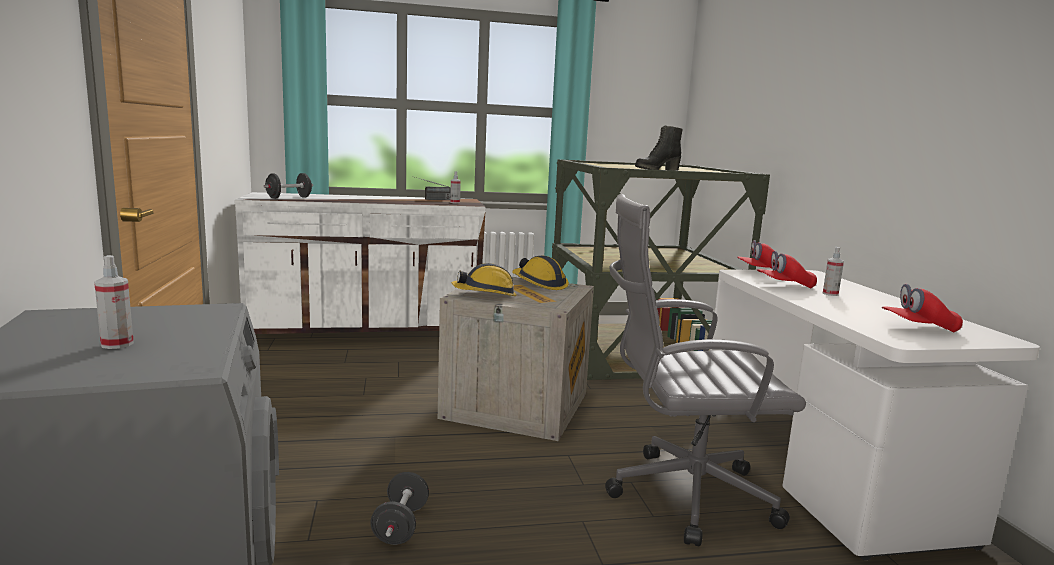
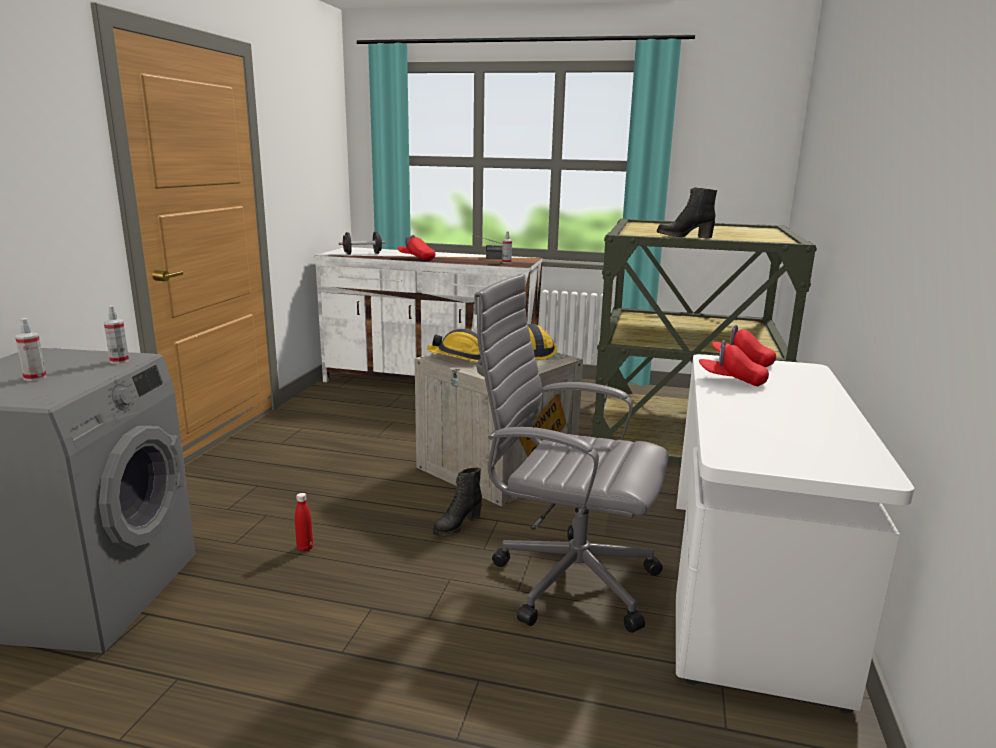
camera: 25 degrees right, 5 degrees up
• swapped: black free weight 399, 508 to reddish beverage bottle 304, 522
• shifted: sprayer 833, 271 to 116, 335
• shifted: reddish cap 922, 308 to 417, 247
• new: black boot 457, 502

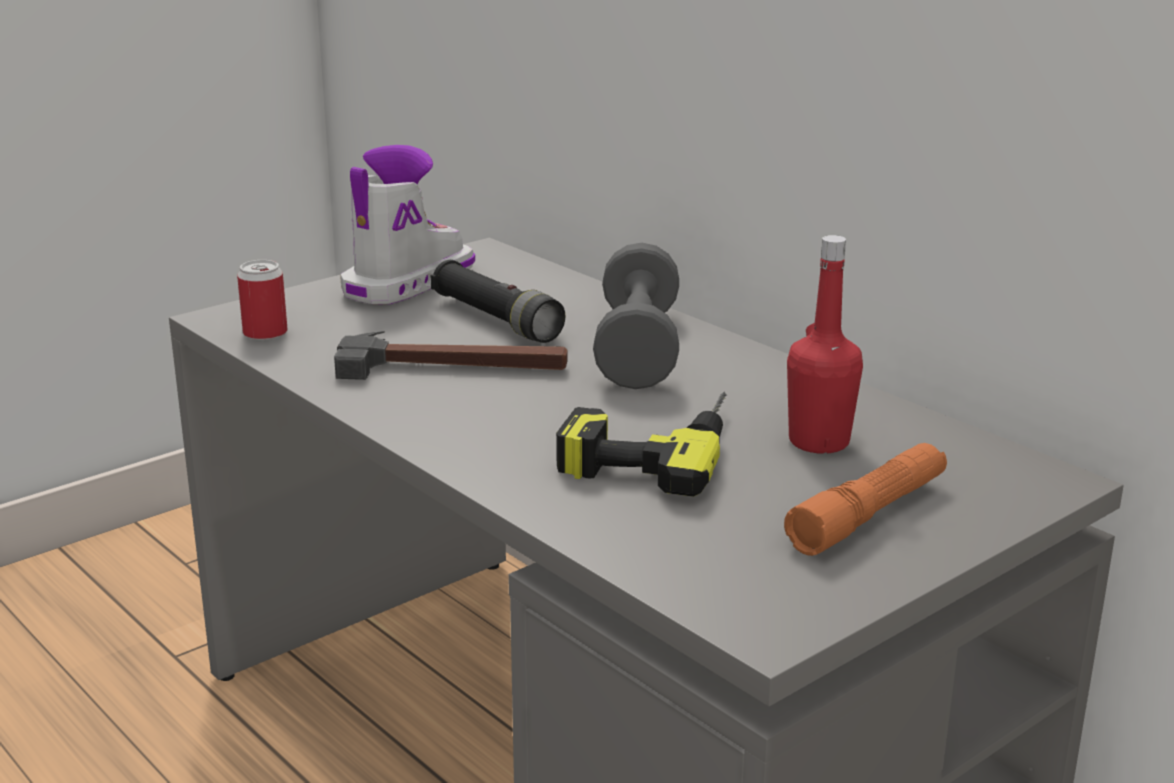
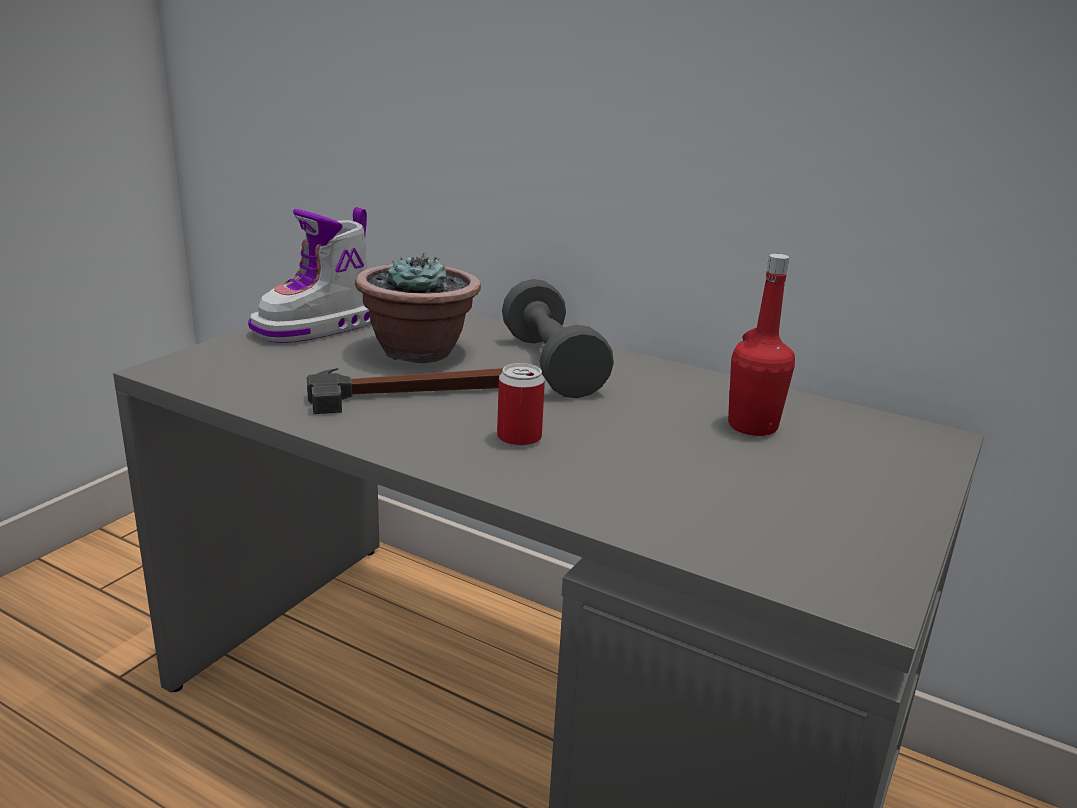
camera: 20 degrees left, 0 degrees up
• shifted: can 262, 300 to 521, 404
• rotated: boot 407, 225 = 309, 275 150 degrees counterclockwise
• swapped: black flashlight 497, 301 to potted plant 418, 307
• gone: electric drill 641, 444
• gone: orange flashlight 865, 499

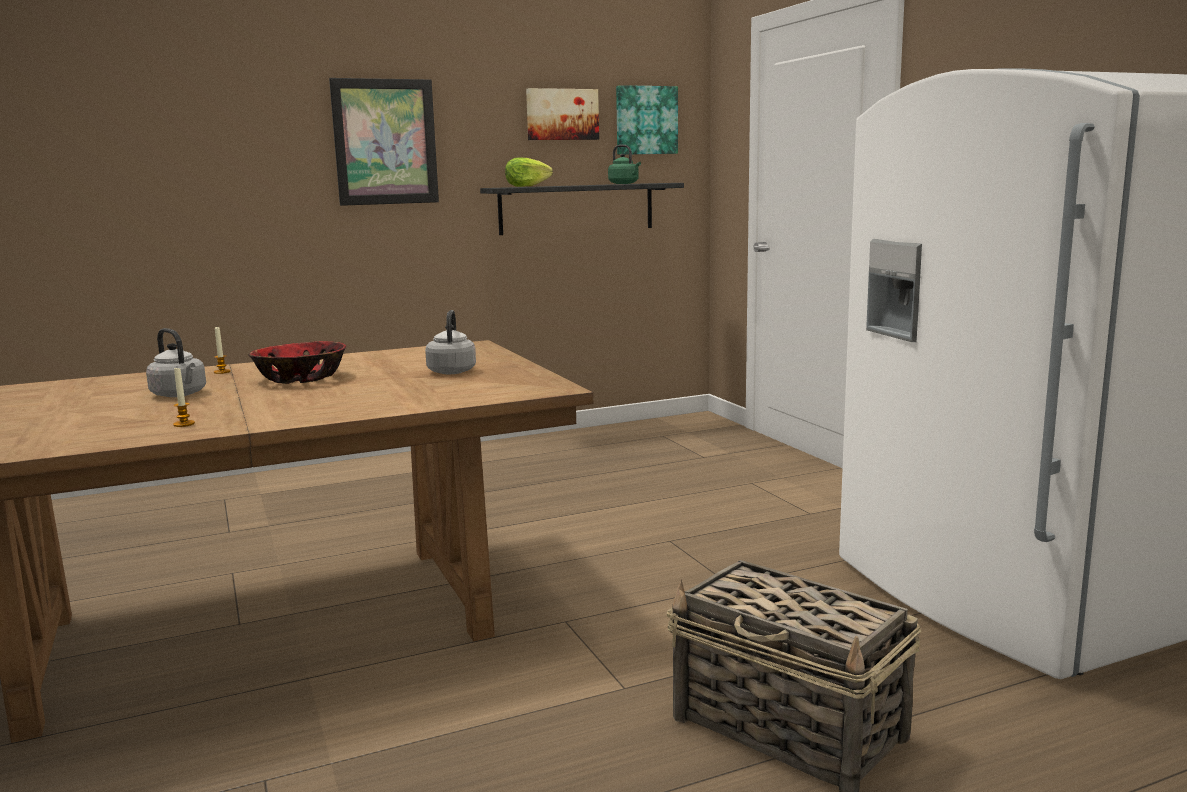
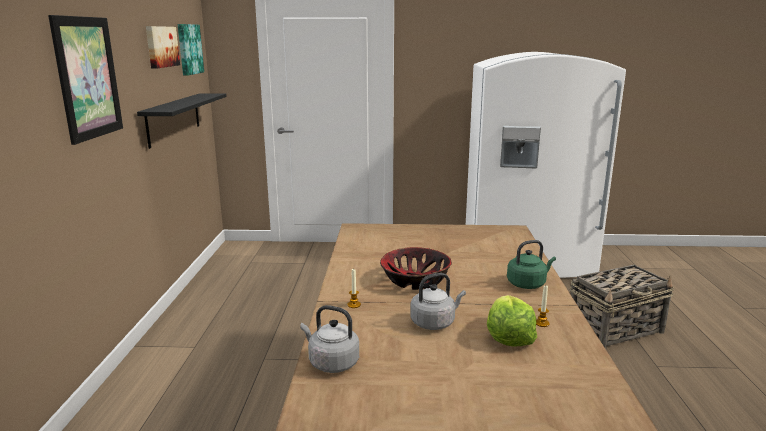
camera: 65 degrees left, 5 degrees up
• shifted: grey kettle 450, 342 to 329, 339
• shifted: head of lettuce 529, 172 to 512, 320
• shifted: greenish kettle 624, 164 to 531, 264

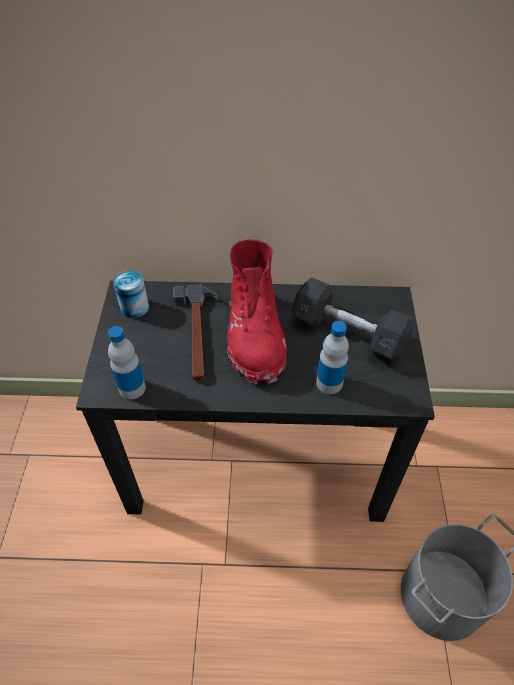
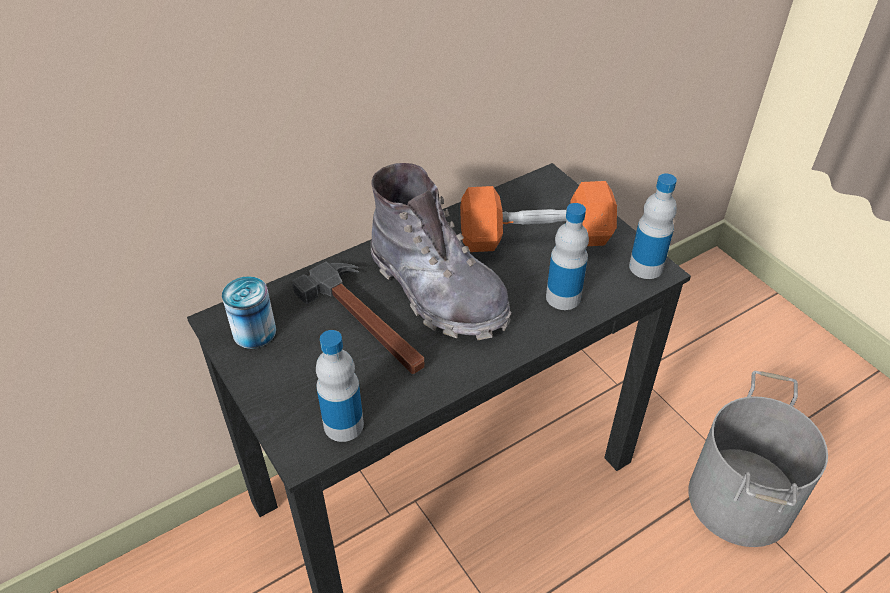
camera: 35 degrees left, 5 degrees down
• repainted: reddish boot 257, 311 to grey boot 441, 251
• repainted: grey free weight 352, 320 to orange free weight 538, 216
• new: beverage bottle 653, 226

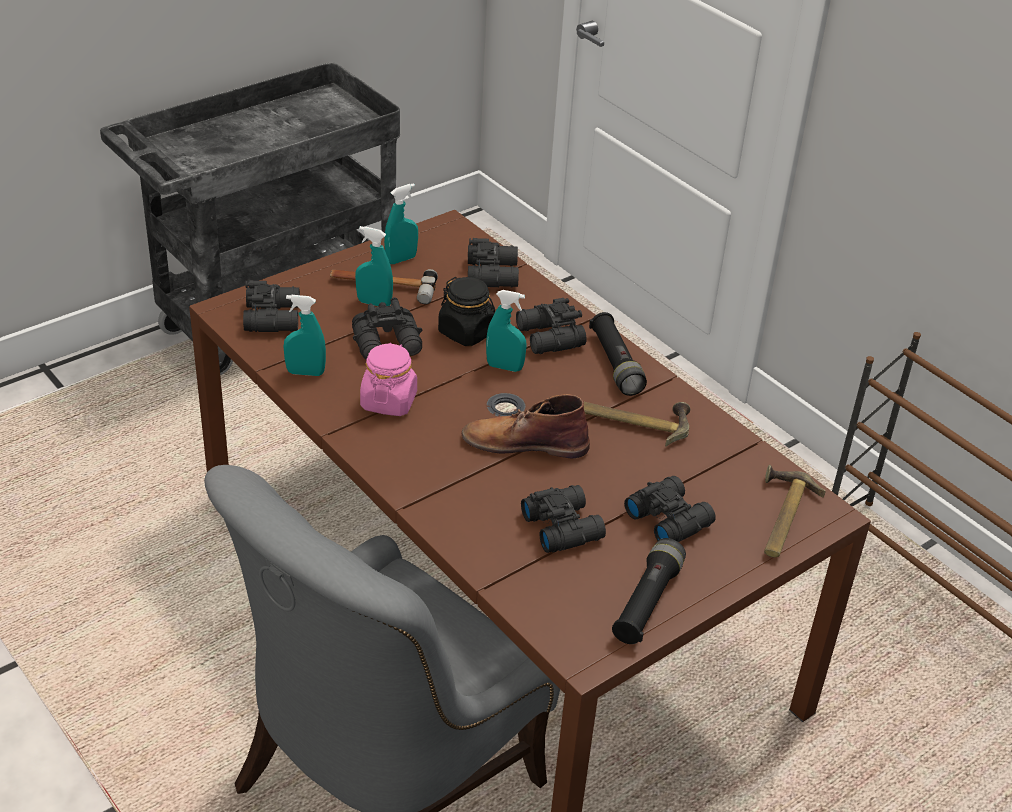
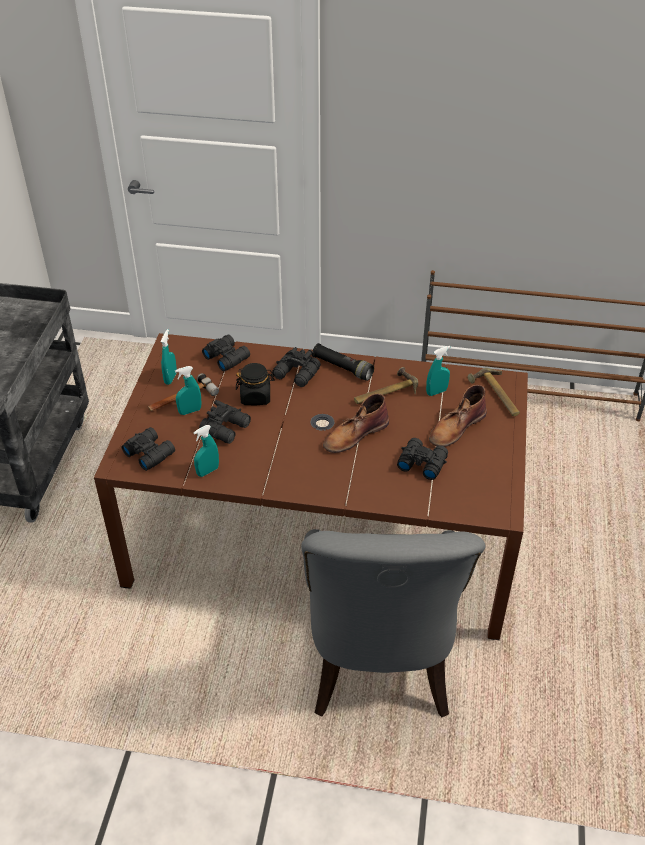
camera: 40 degrees left, 5 degrees up
• gone: pinkish jar 388, 379
• shifted: turquoise-coloured sprayer 506, 331 to 438, 371
• gone: black flashlight 649, 591
• swapped: black binoculars 670, 509 to brown boot 458, 416

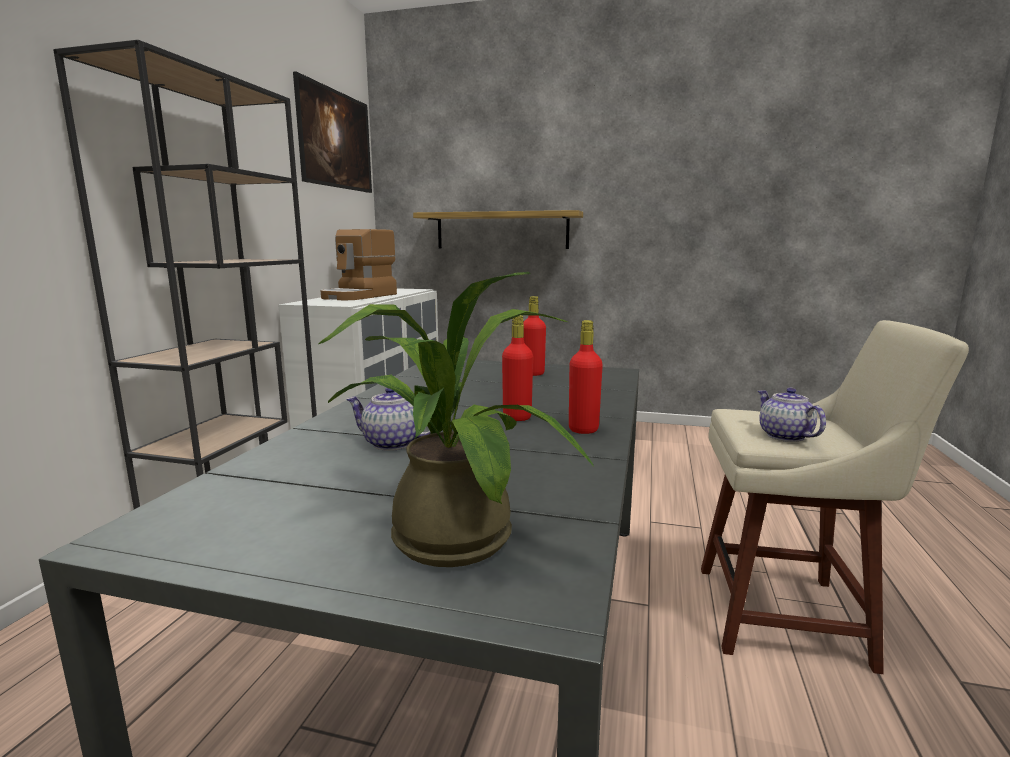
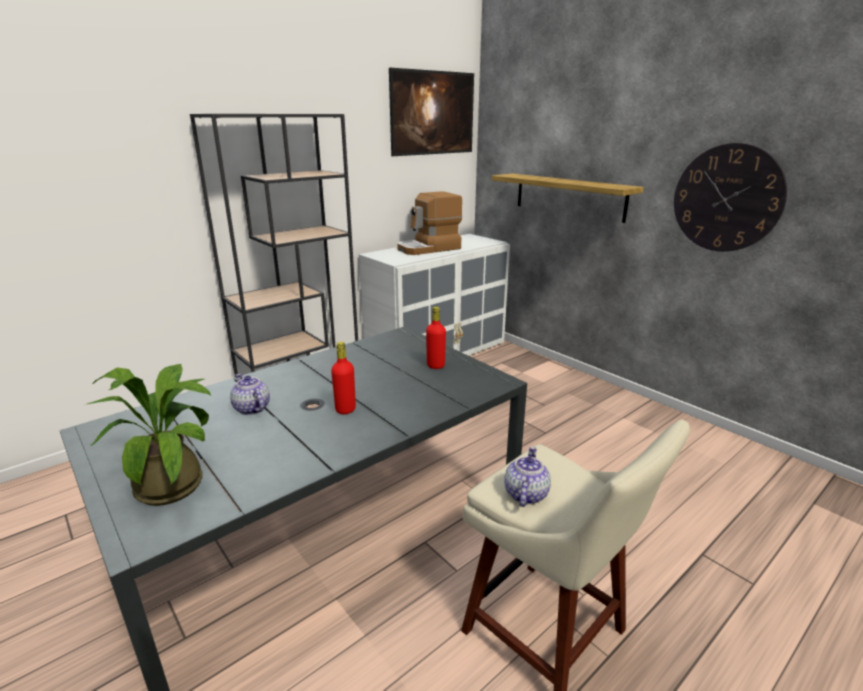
camera: 35 degrees right, 10 degrees up
• gone: reddish beverage bottle 586, 377
• new: hanging clock 730, 197

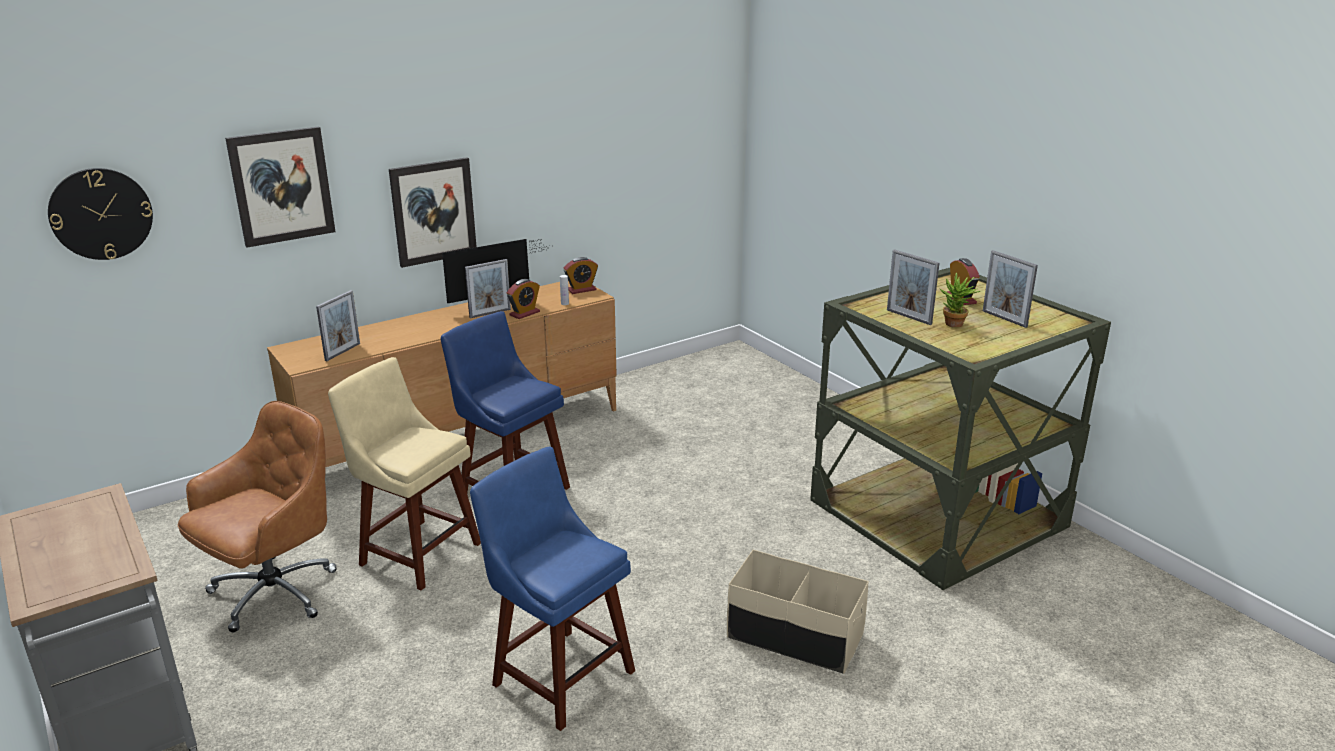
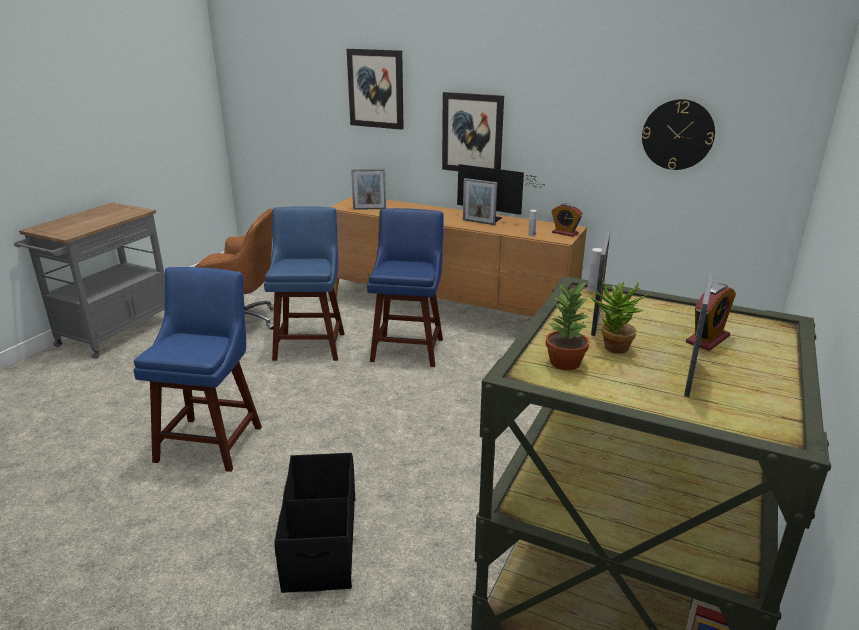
camera: 60 degrees right, 0 degrees up
• shifted: hanging clock 100, 214 to 678, 134
• repainted: beige-coloured chair 404, 473 to blue chair 304, 283
• gone: table clock 523, 299
• repainted: beige-coloured storage container 798, 612 to black storage container 315, 523
• new: potted plant 567, 325
• new: white-coloured beverage bottle 594, 270

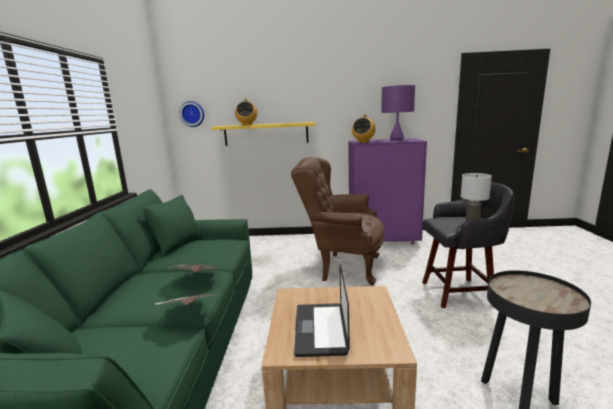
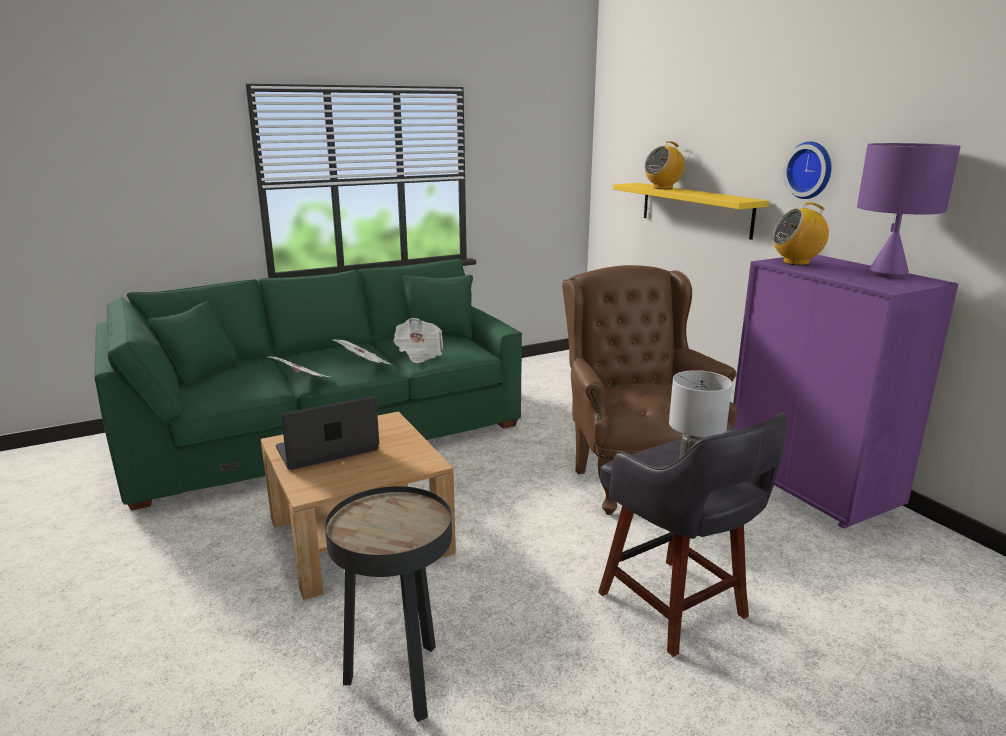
camera: 60 degrees right, 5 degrees up
• shifted: hanging clock 191, 114 to 807, 170
• new: newspaper 418, 340

